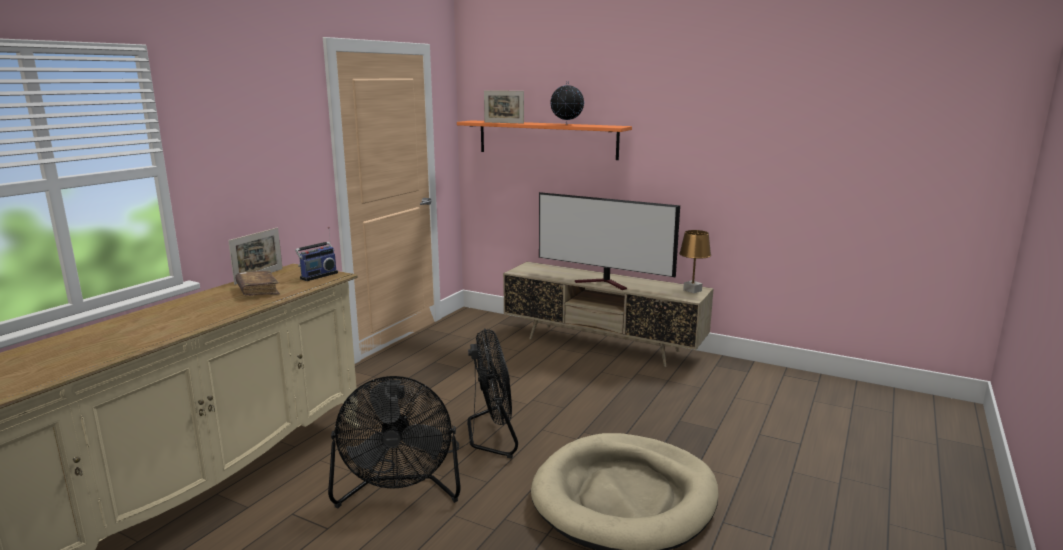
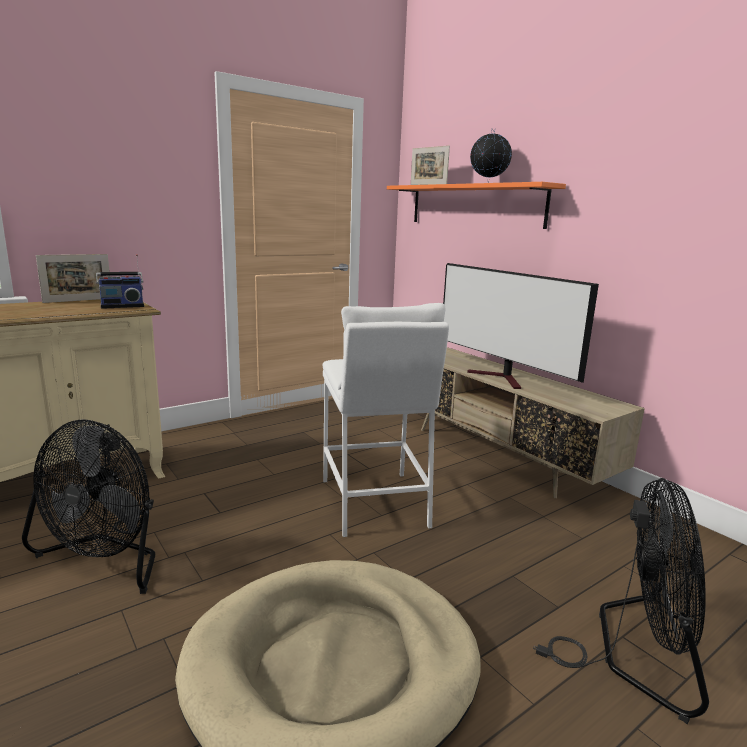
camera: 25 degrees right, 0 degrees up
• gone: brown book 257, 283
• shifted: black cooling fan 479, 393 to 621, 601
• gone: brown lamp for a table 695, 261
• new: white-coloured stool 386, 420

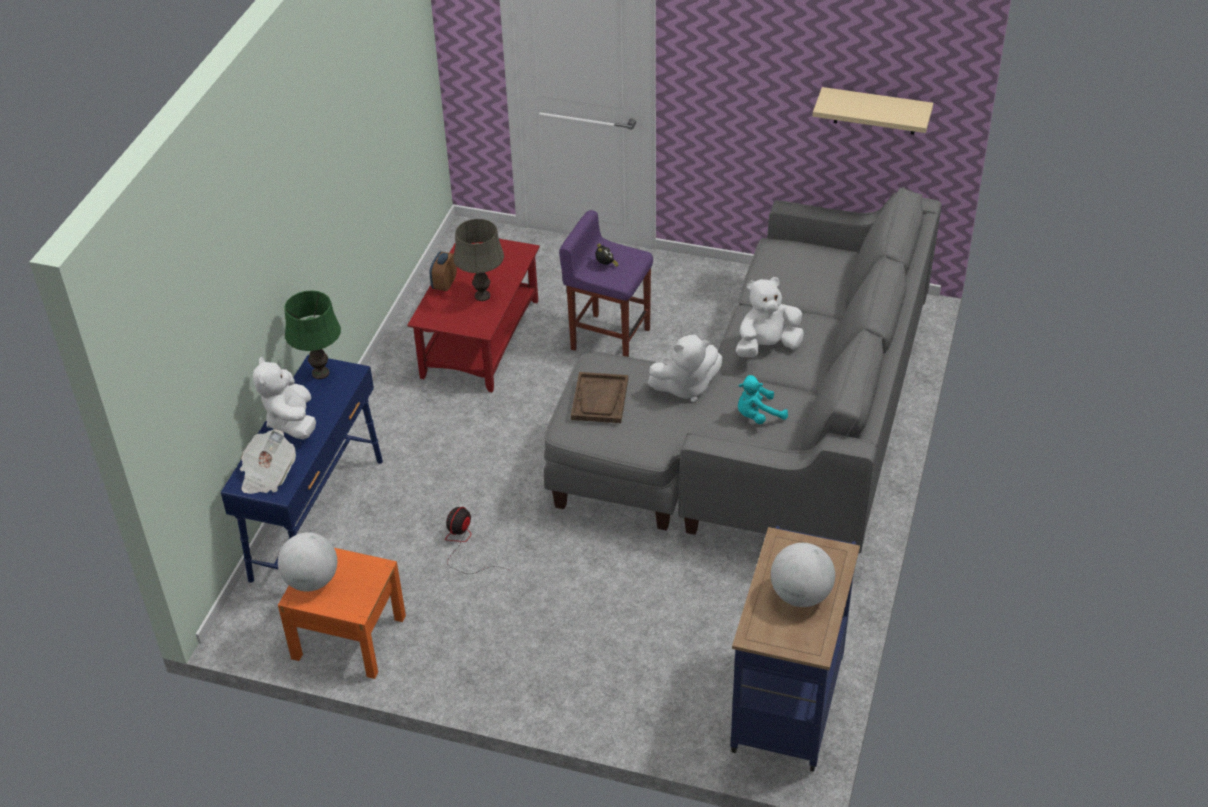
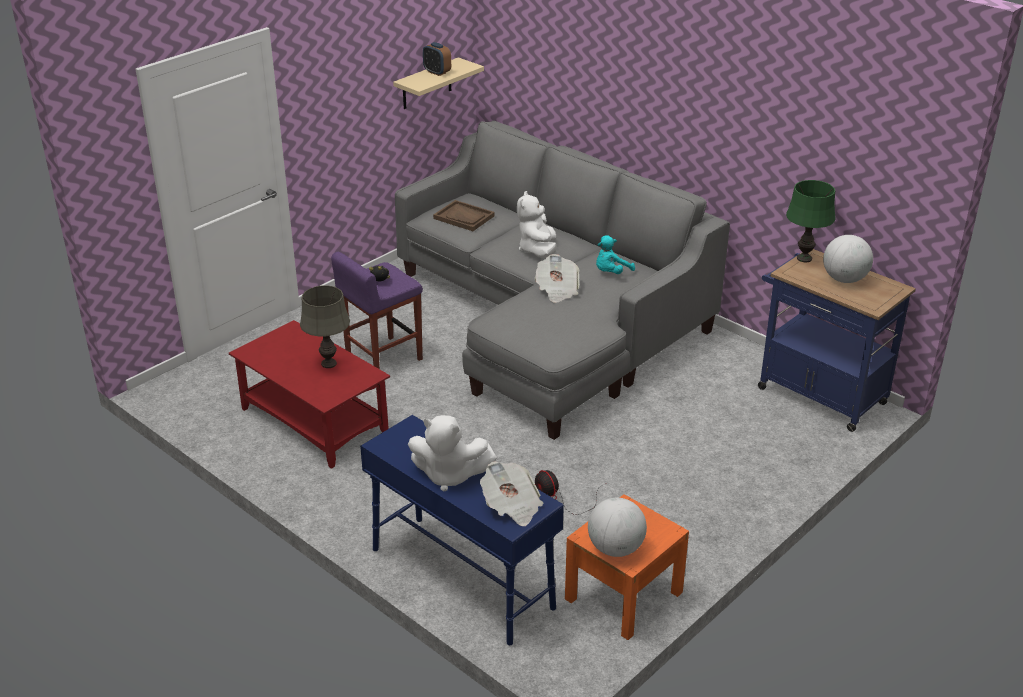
camera: 65 degrees left, 10 degrees down
• shifted: greenish lamp for a table 312, 334 to 811, 221
• shifted: table clock 443, 271 to 437, 59
• shifted: brown carrying tray 599, 397 to 464, 215
• swapped: white-coloured plush toy 685, 368 to newspaper 556, 278
• rotated: turquoise-coloured plush toy 763, 399 = 615, 254 45 degrees clockwise

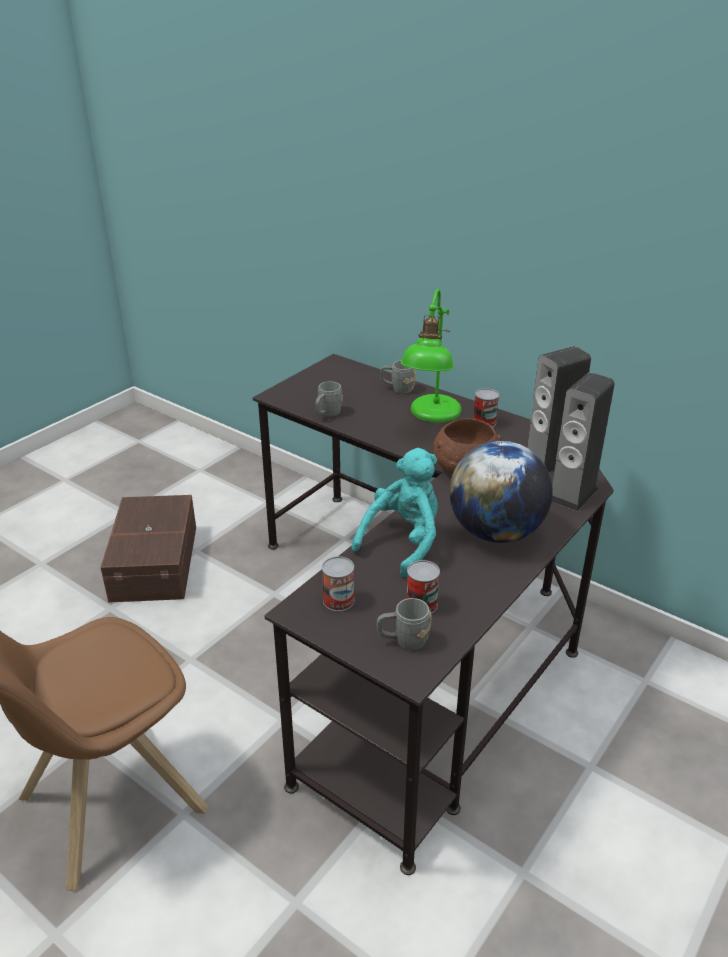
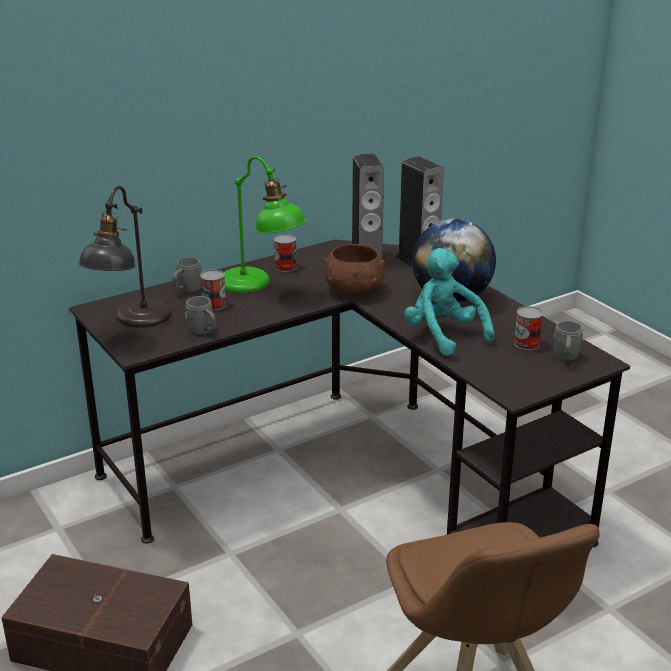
camera: 70 degrees left, 5 degrees down
• shifted: can 338, 583 to 213, 290
• new: grey lamp for a table 125, 257

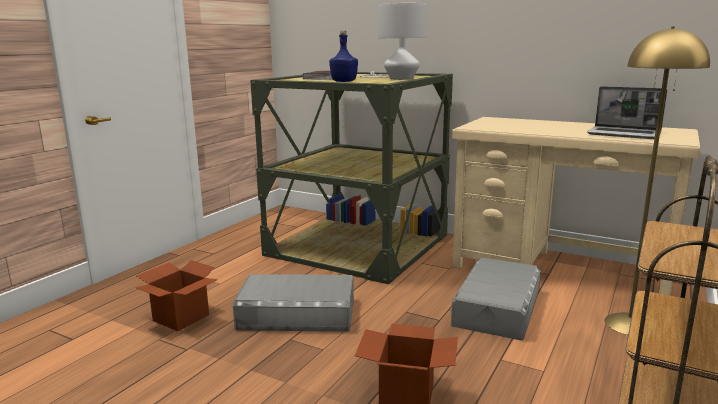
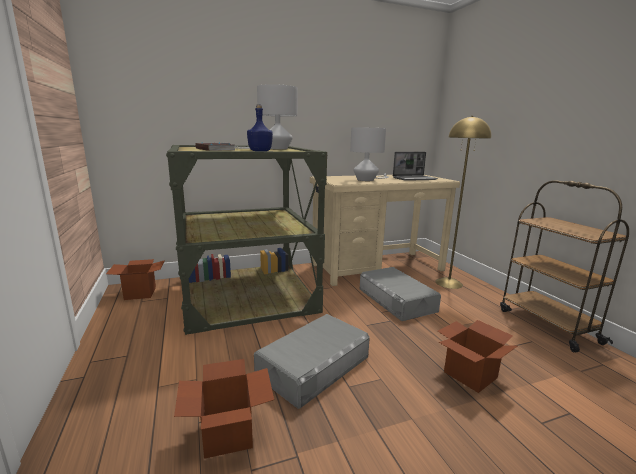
camera: 50 degrees left, 0 degrees up
• new: cardboard box 135, 279
• new: grey lamp for a table 369, 154

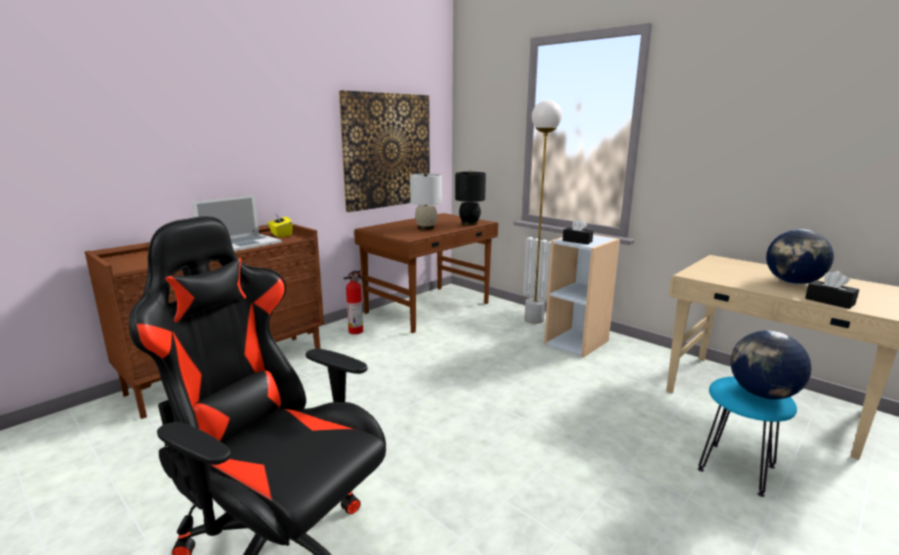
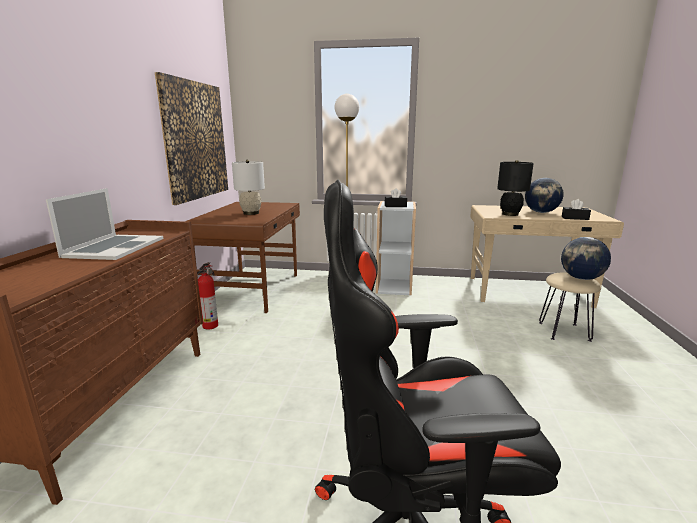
camera: 35 degrees left, 0 degrees up
• gone: yellowish tissue holder 280, 225
• shifted: black lamp for a table 470, 198 to 515, 188
• repainted: turquoise-coloured stool 747, 437 to beige-coloured stool 570, 307

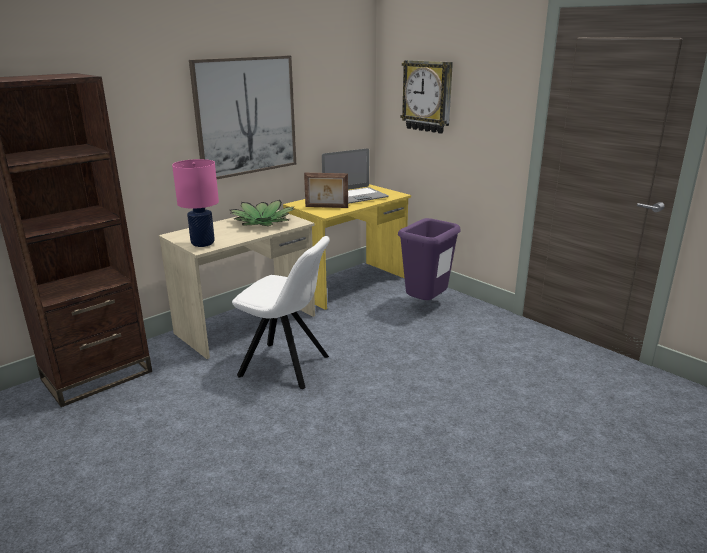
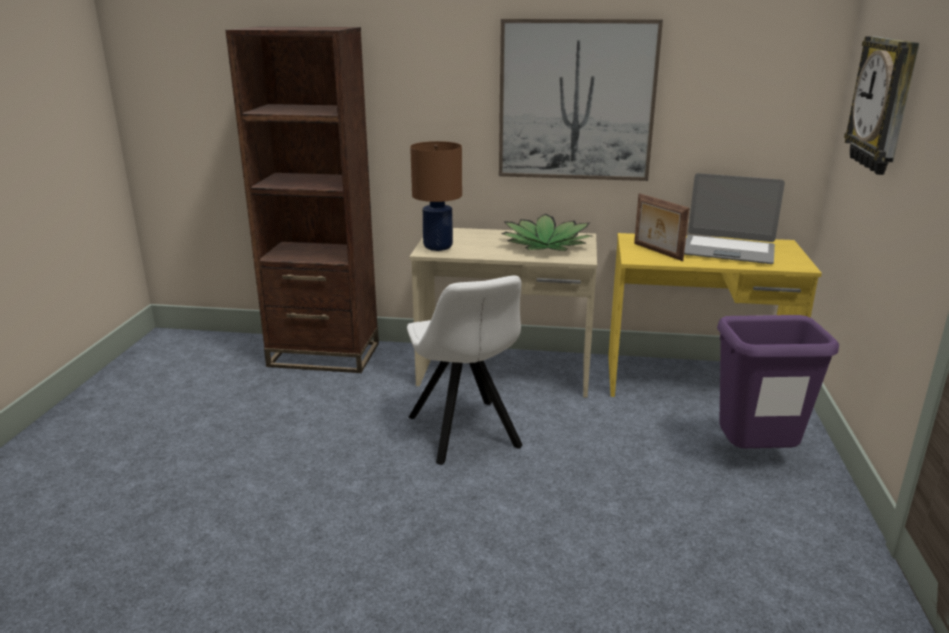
camera: 50 degrees right, 0 degrees up
• repainted: pinkish lamp for a table 195, 203 to brown lamp for a table 436, 196

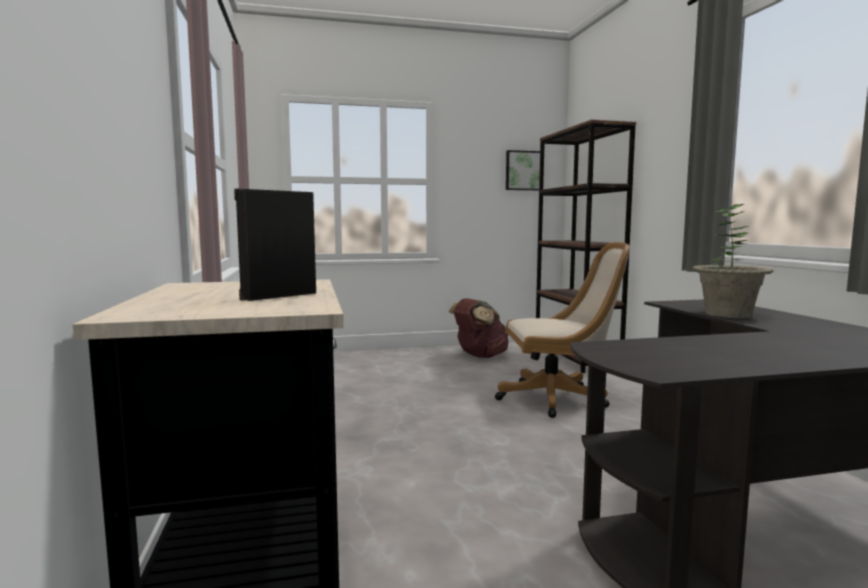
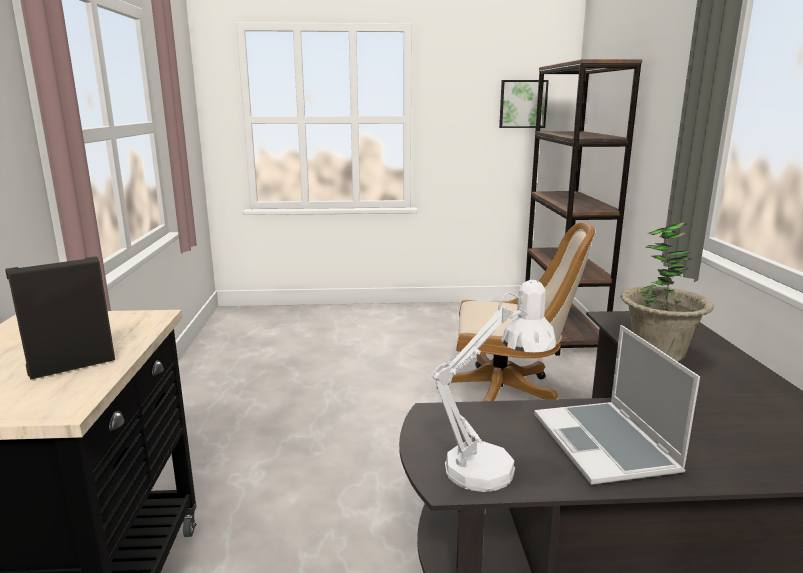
camera: 10 degrees right, 10 degrees up
• gone: brown backpack 478, 328
• new: white-coloured lamp for a table 494, 386
• new: laptop 617, 405

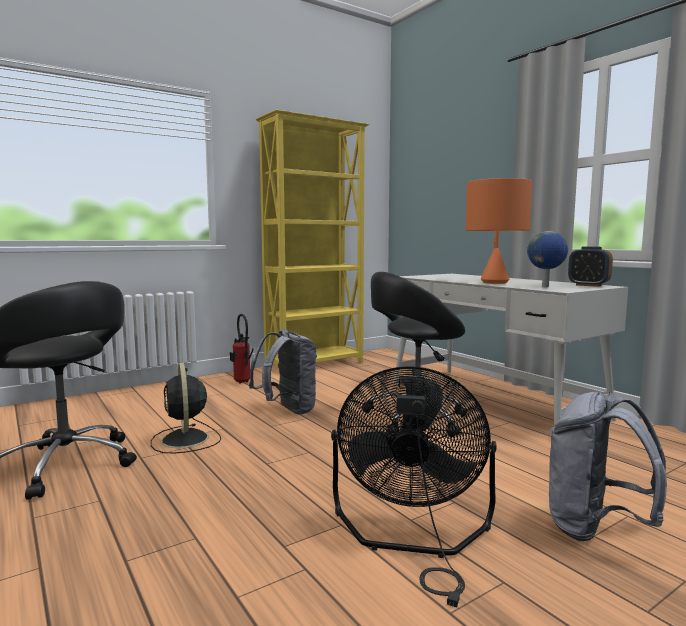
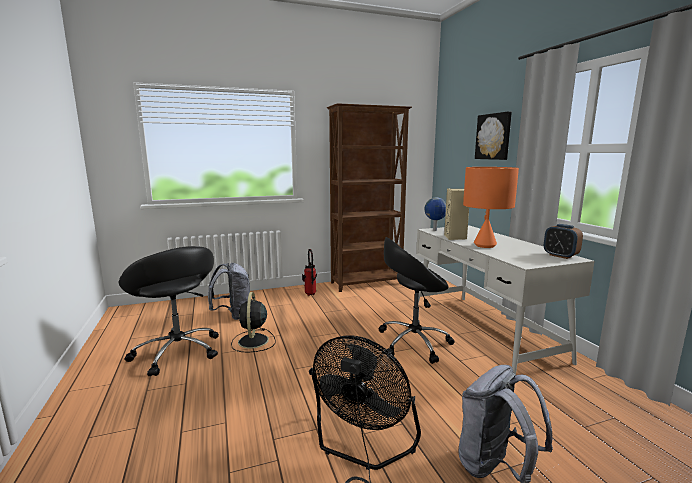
camera: 15 degrees right, 5 degrees up
• shifted: grey backpack 283, 372 to 229, 291
• repainted: yellowish bookshelf 312, 237 to brown bookshelf 369, 197
• shifted: globe 547, 259 to 435, 214
• new: beige-coloured audio speaker 456, 214
• new: wall art 493, 135

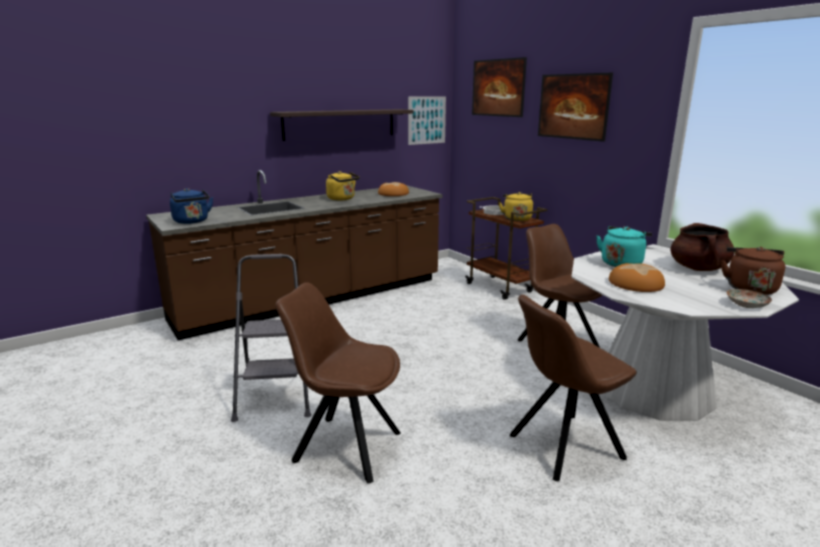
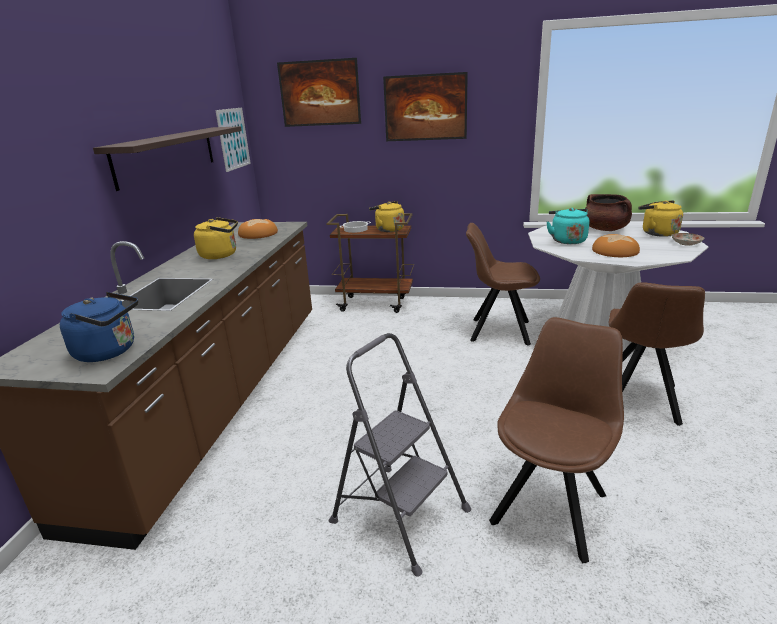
camera: 45 degrees left, 5 degrees up
• rotated: brown chair 338, 382 = 556, 440 150 degrees clockwise
• repainted: brown kettle 753, 271 to yellowish kettle 660, 218

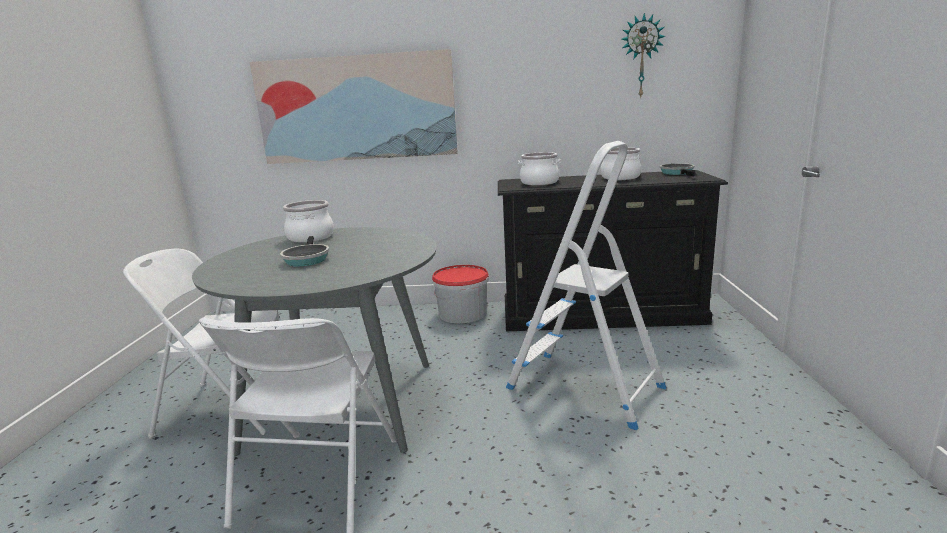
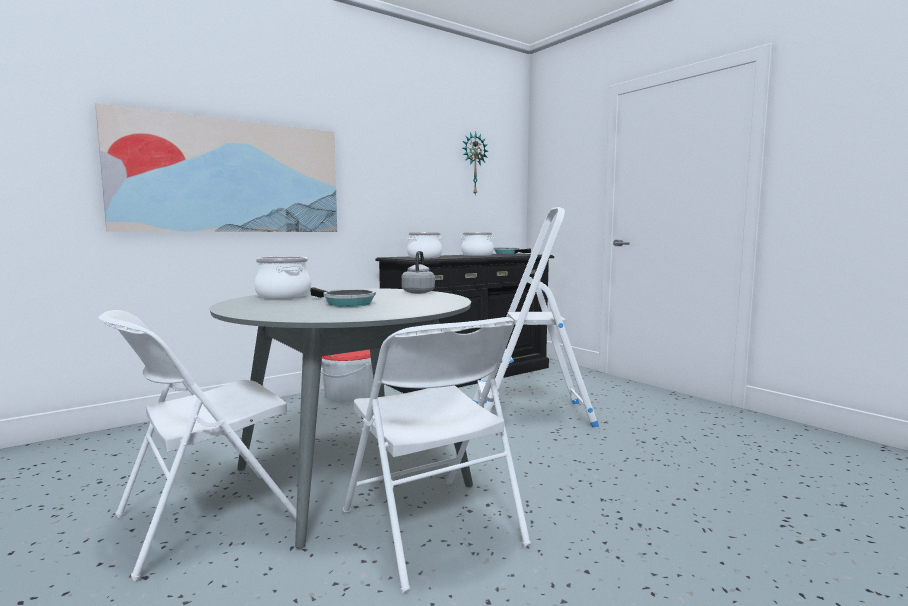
camera: 40 degrees left, 10 degrees down
• new: grey kettle 418, 272

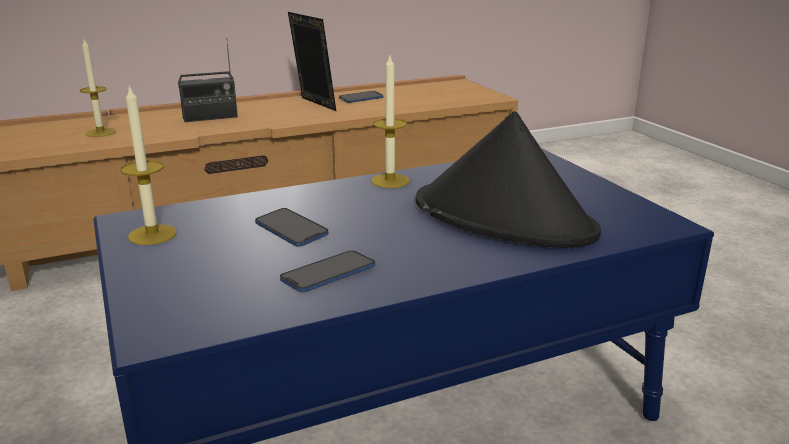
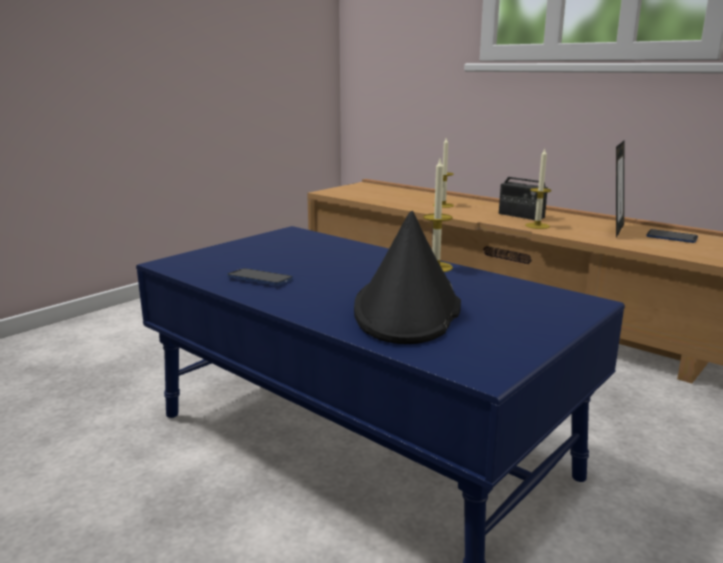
camera: 65 degrees right, 5 degrees down
• shifted: candle 148, 165 to 538, 189
• gone: handset 292, 227

